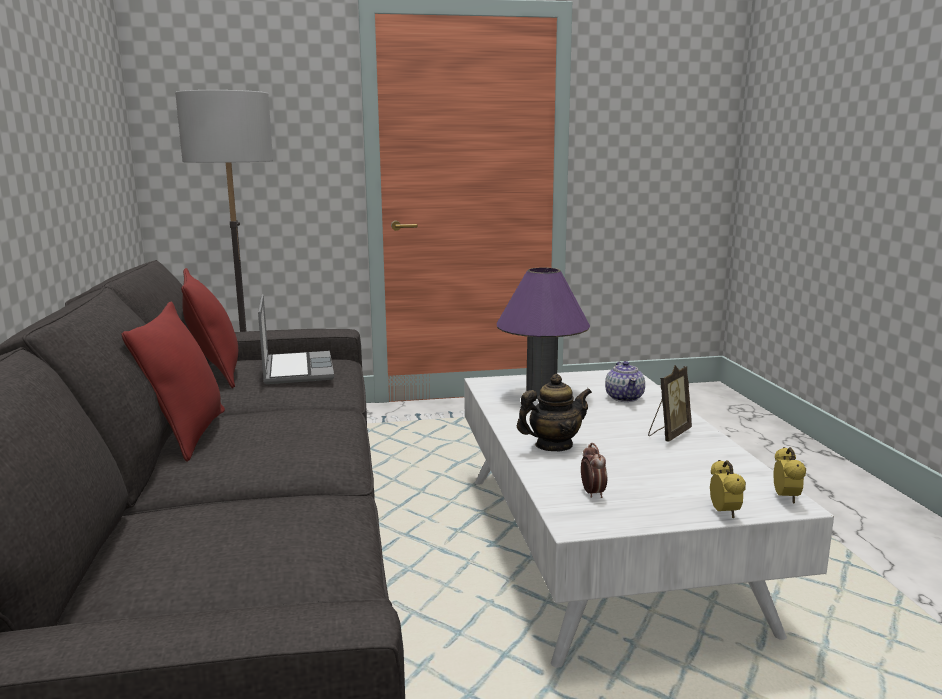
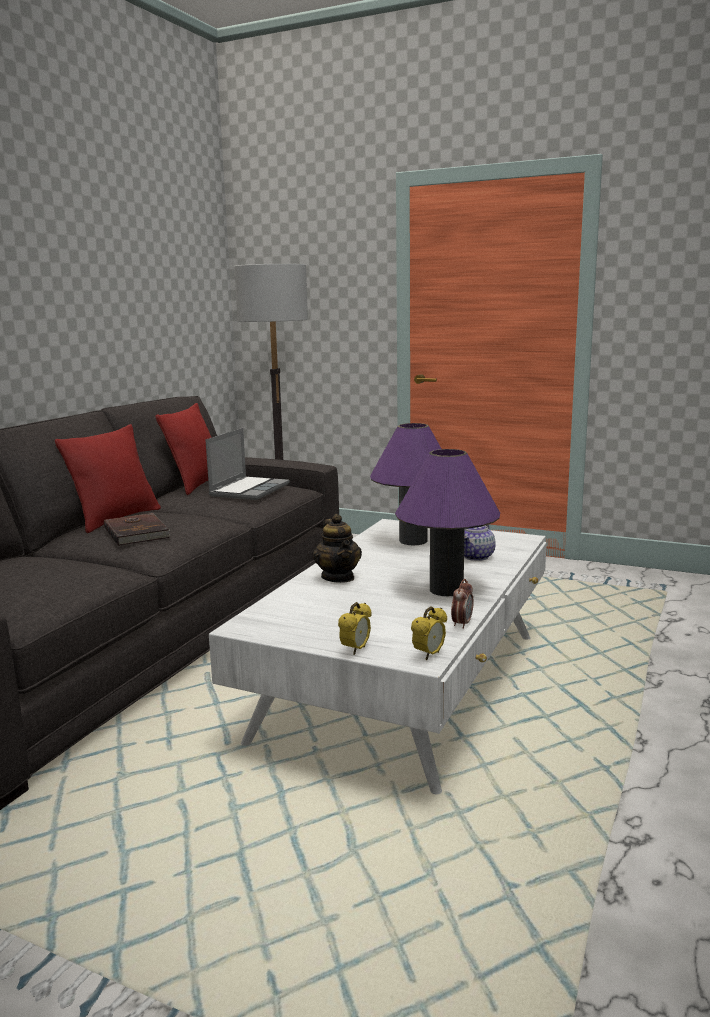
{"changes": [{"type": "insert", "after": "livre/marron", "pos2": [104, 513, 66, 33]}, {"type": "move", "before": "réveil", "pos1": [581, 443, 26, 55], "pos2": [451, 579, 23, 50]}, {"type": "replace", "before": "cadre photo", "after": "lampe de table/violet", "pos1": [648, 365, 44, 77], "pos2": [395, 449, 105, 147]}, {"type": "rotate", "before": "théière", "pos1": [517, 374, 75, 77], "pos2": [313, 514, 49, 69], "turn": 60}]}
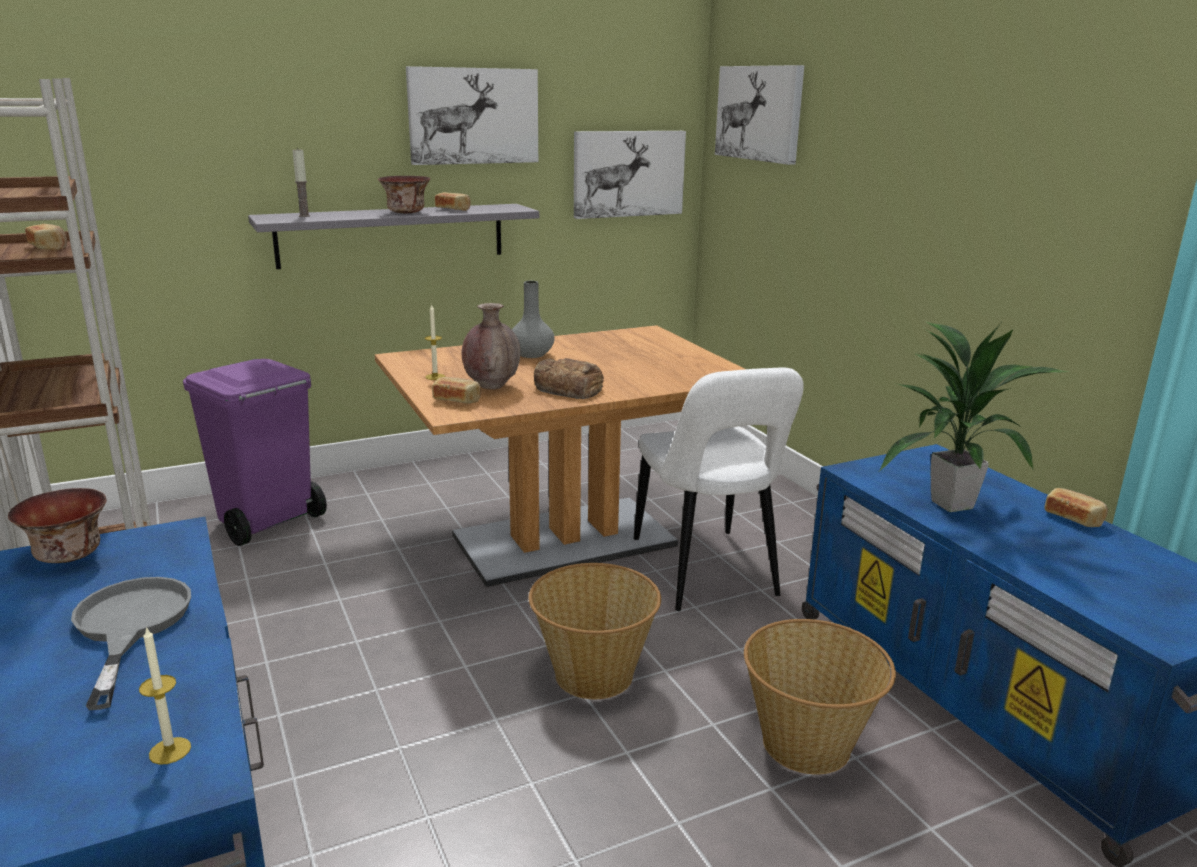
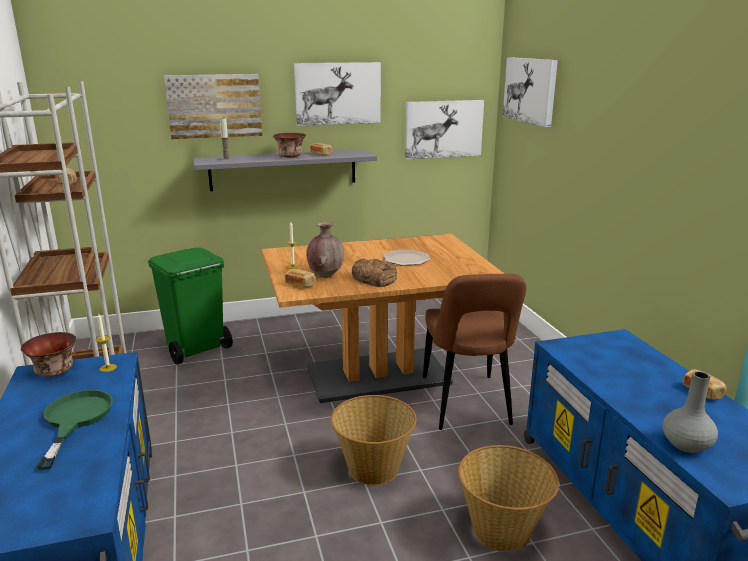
{"changes": [{"type": "delete", "before": "plante en pot", "pos1": [879, 320, 190, 192]}, {"type": "insert", "after": "tableau", "pos2": [164, 74, 98, 65]}, {"type": "insert", "after": "assiette", "pos2": [383, 250, 48, 16]}, {"type": "move", "before": "bougie", "pos1": [139, 626, 52, 139], "pos2": [96, 314, 21, 58]}, {"type": "move", "before": "vase/gris", "pos1": [512, 281, 43, 77], "pos2": [663, 371, 55, 82]}, {"type": "recolor", "before": "poêle/gris", "after": "poêle/vert", "pos1": [71, 577, 120, 133], "pos2": [37, 390, 76, 80]}, {"type": "recolor", "before": "poubelle/violet", "after": "poubelle/vert", "pos1": [183, 359, 144, 187], "pos2": [148, 248, 85, 117]}, {"type": "recolor", "before": "chaise/blanc", "after": "chaise/marron", "pos1": [634, 367, 170, 244], "pos2": [423, 273, 103, 157]}]}
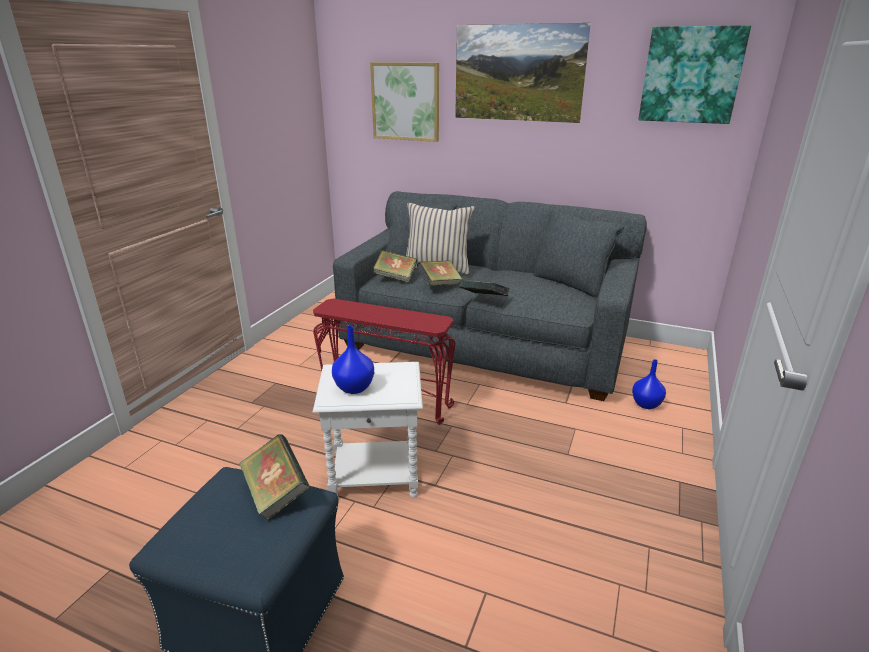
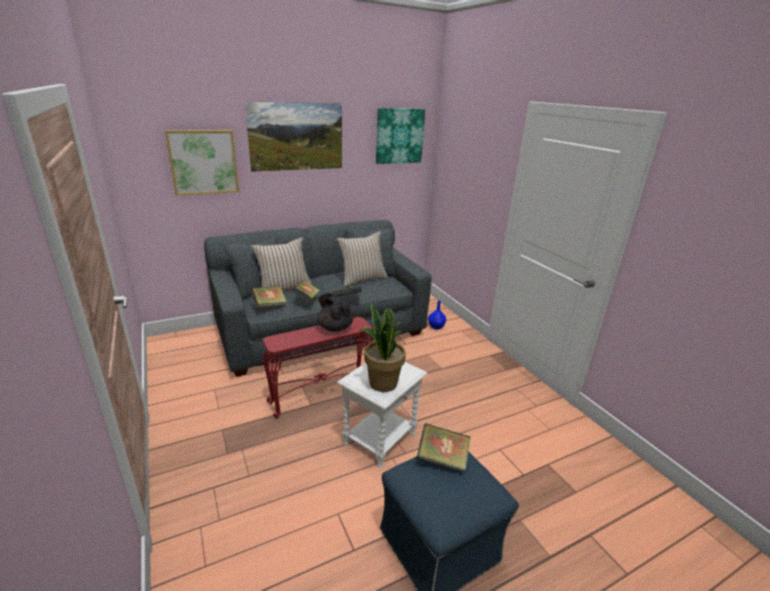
{"changes": [{"type": "insert", "after": "théière/noir", "pos2": [318, 293, 35, 39]}, {"type": "insert", "after": "coussin/beige", "pos2": [337, 231, 51, 56]}, {"type": "replace", "before": "vase/bleu", "after": "plante en pot", "pos1": [332, 326, 42, 68], "pos2": [360, 304, 46, 88]}]}
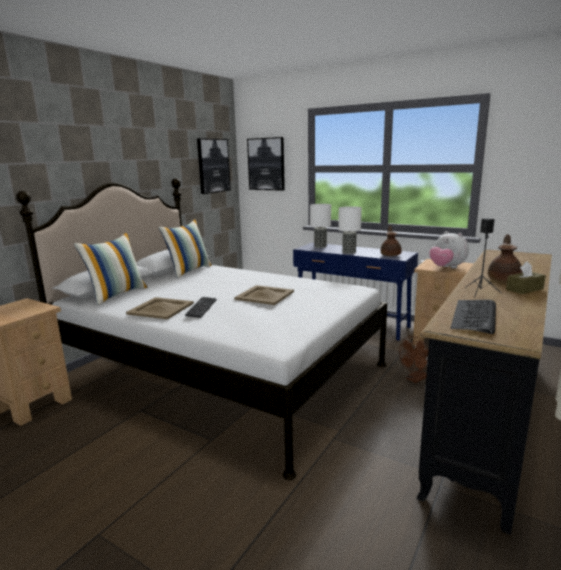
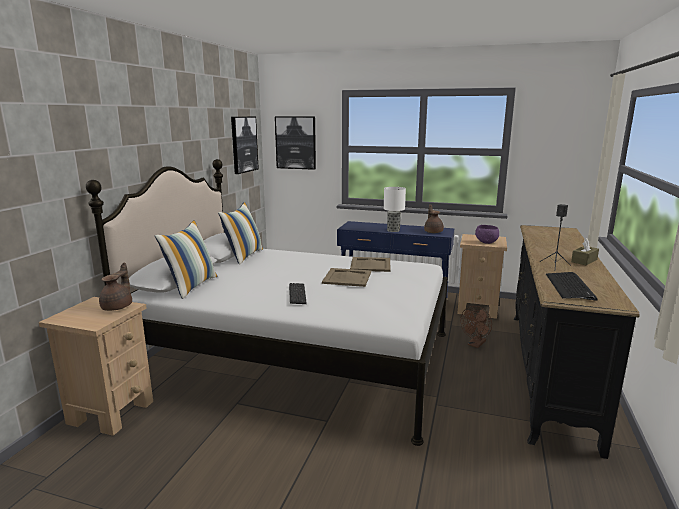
{"changes": [{"type": "delete", "before": "lampe de table", "pos1": [310, 204, 21, 44]}, {"type": "move", "before": "plateau/beige", "pos1": [126, 297, 68, 22], "pos2": [350, 257, 41, 15]}, {"type": "move", "before": "théière/marron", "pos1": [488, 234, 35, 48], "pos2": [99, 263, 33, 48]}, {"type": "replace", "before": "peluche", "after": "bol/violet", "pos1": [429, 231, 40, 38], "pos2": [475, 225, 24, 19]}]}
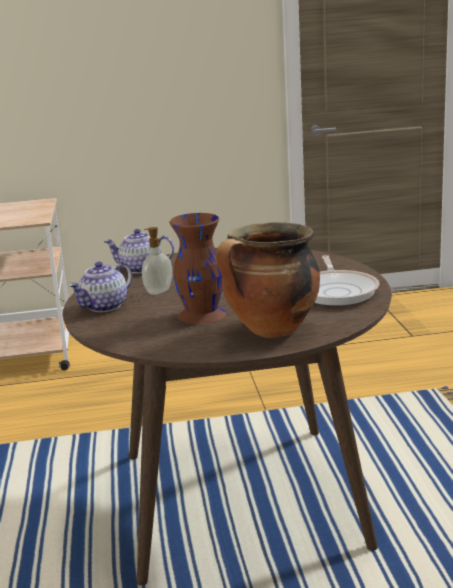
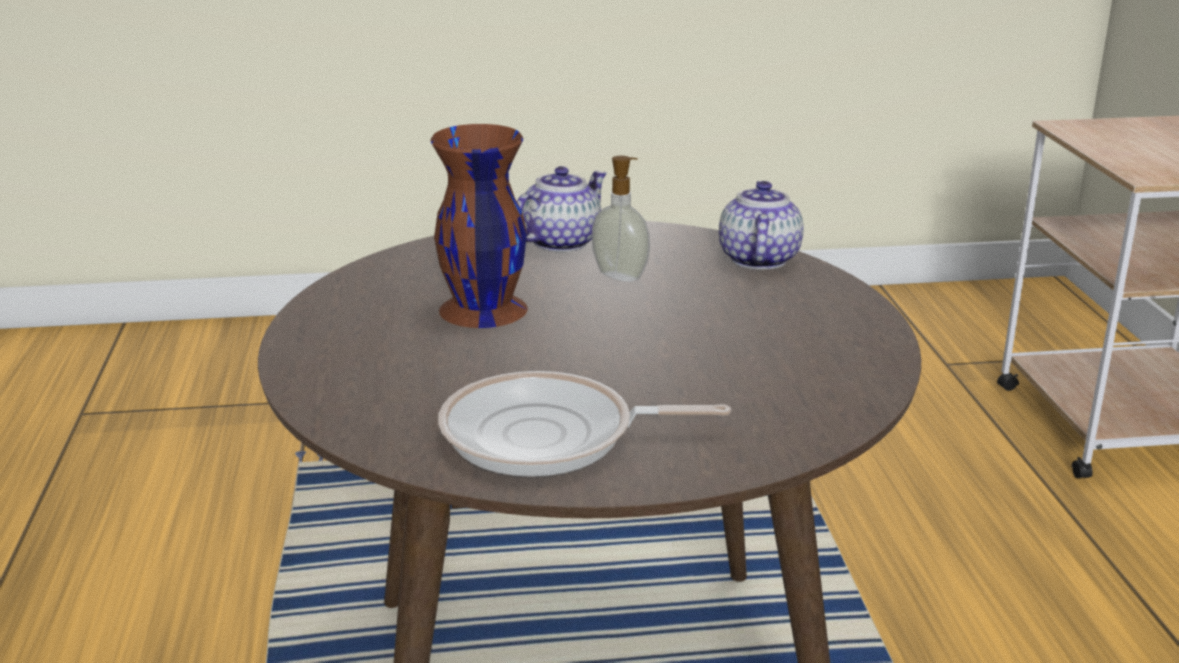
{"changes": [{"type": "delete", "before": "marmite", "pos1": [216, 222, 104, 115]}, {"type": "rotate", "before": "théière", "pos1": [68, 262, 64, 50], "pos2": [517, 166, 90, 86], "turn": 90}]}
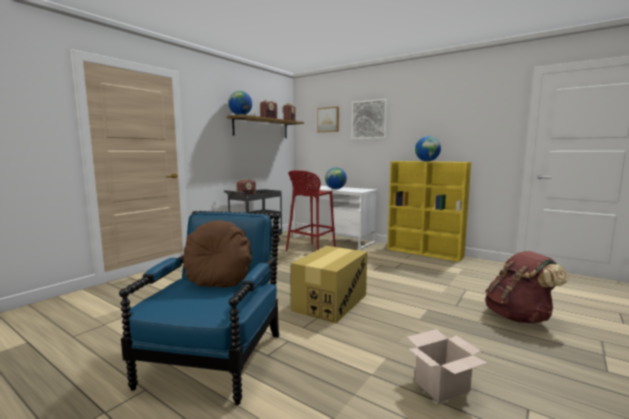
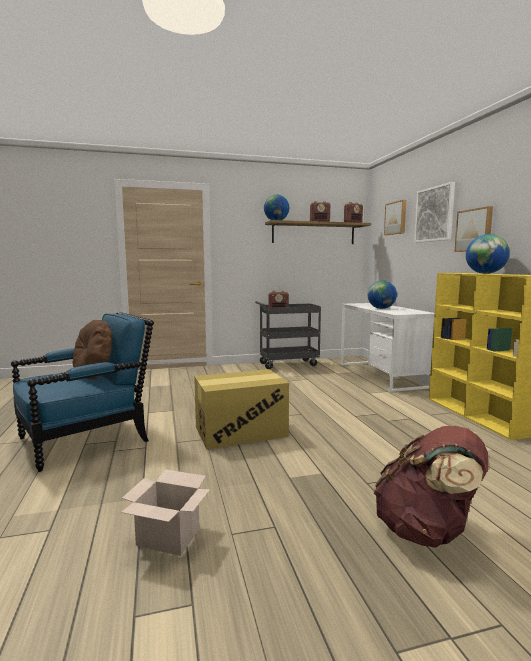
{"changes": [{"type": "delete", "before": "tabouret/rouge", "pos1": [286, 170, 50, 81]}, {"type": "insert", "after": "tableau", "pos2": [454, 206, 39, 46]}]}
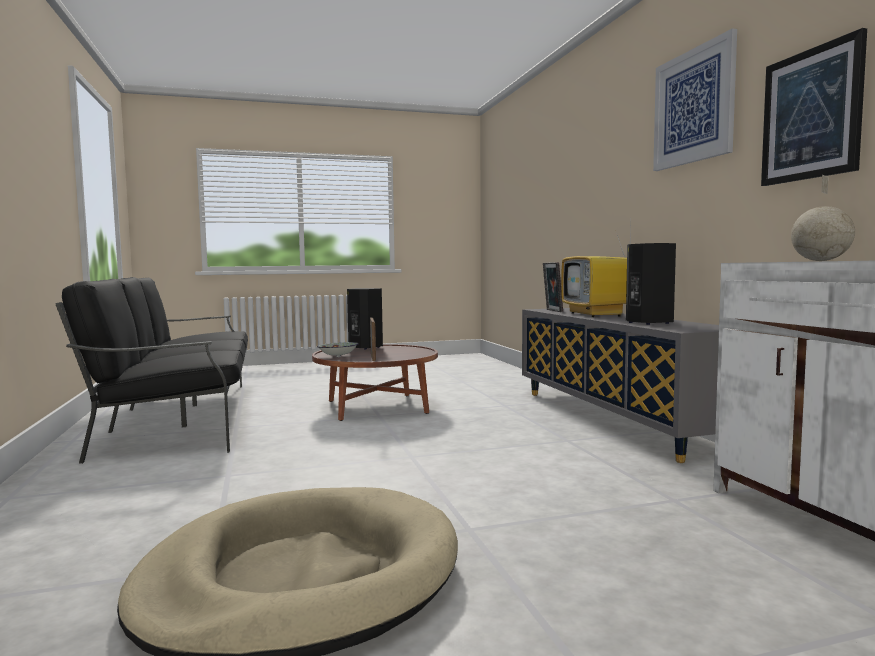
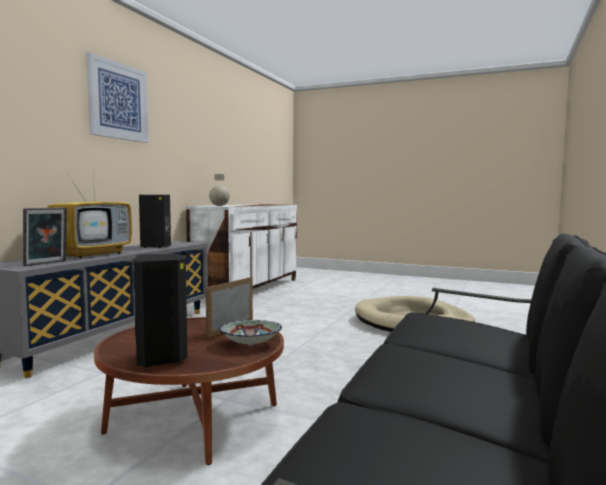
{"changes": [{"type": "delete", "before": "tableau", "pos1": [761, 28, 106, 158]}]}
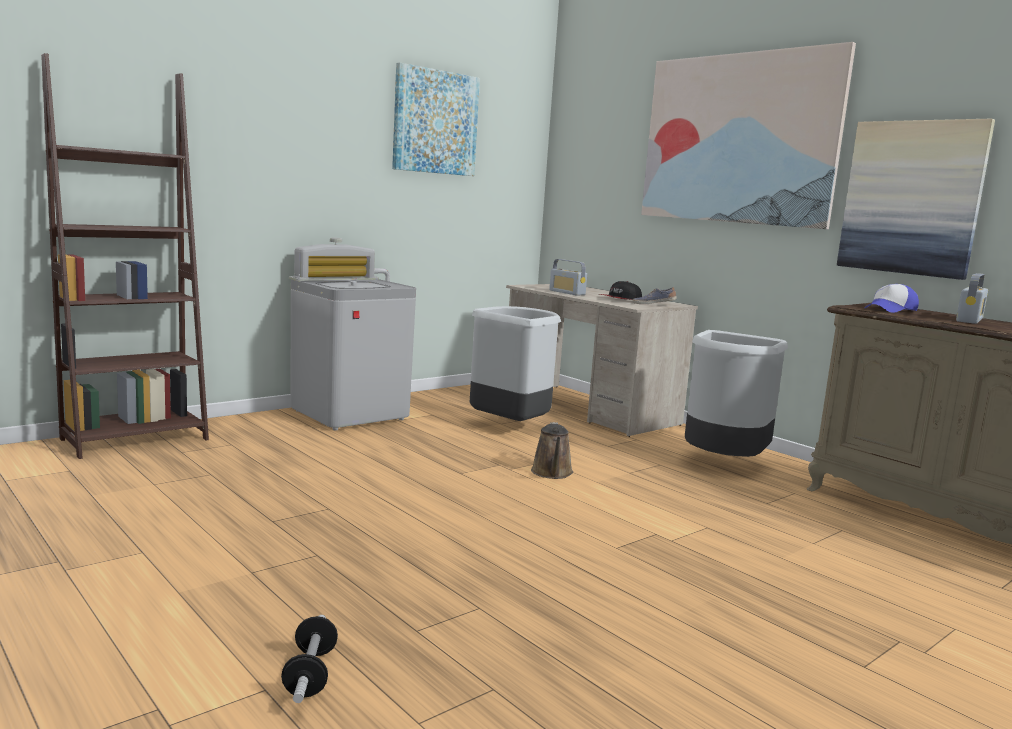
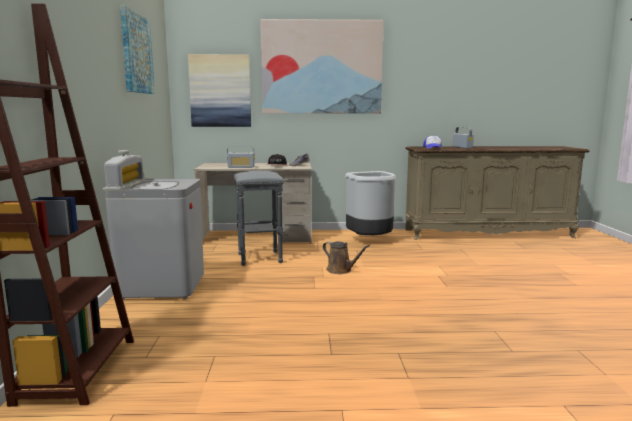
{"changes": [{"type": "delete", "before": "haltère", "pos1": [281, 615, 57, 88]}, {"type": "move", "before": "tableau", "pos1": [837, 119, 158, 161], "pos2": [188, 54, 63, 73]}, {"type": "replace", "before": "poubelle/gris", "after": "tabouret/gris", "pos1": [470, 306, 91, 115], "pos2": [234, 171, 50, 95]}]}
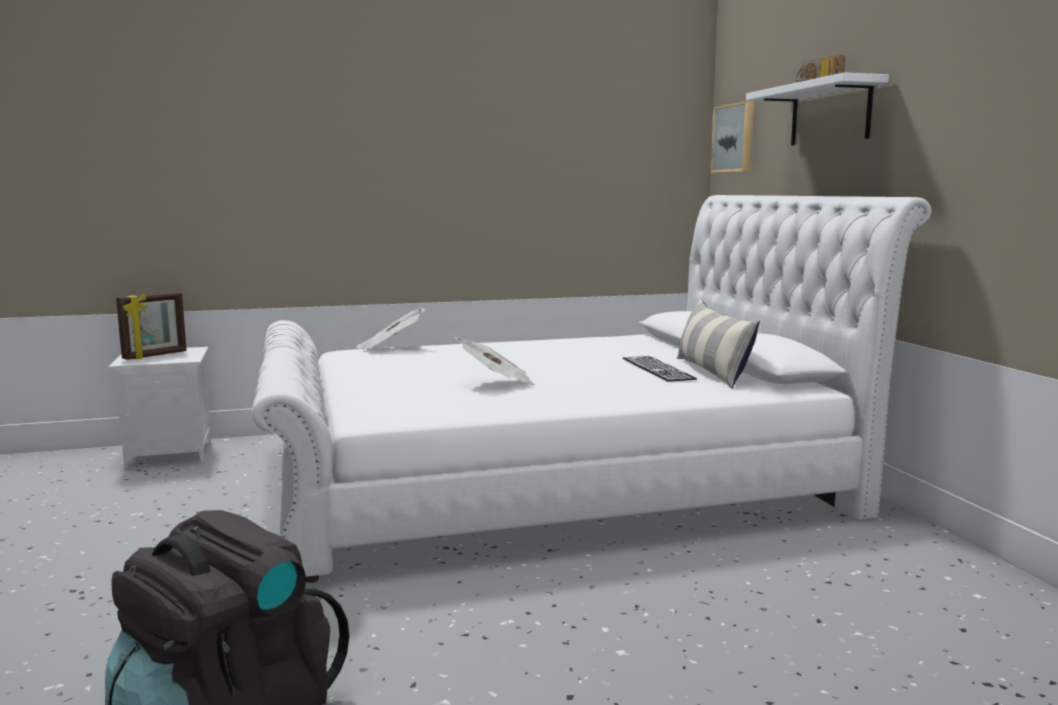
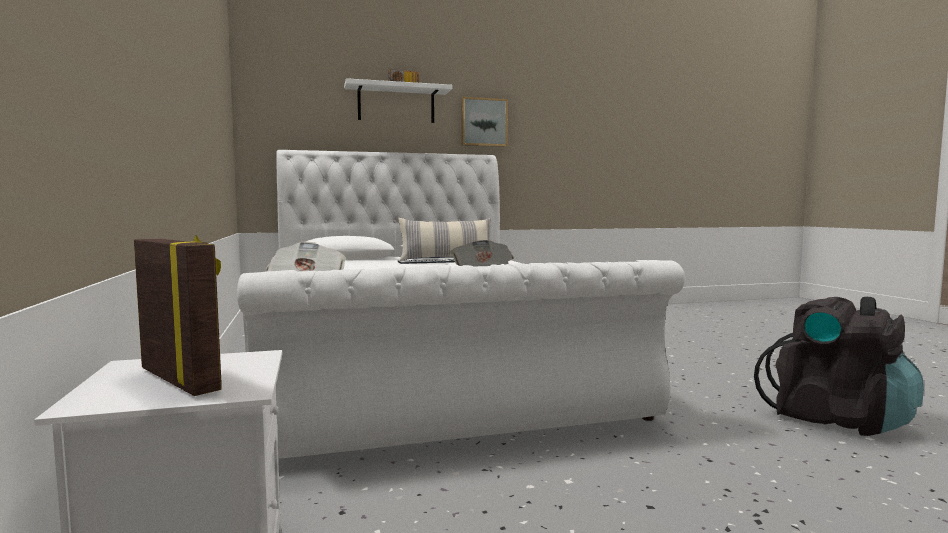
{"changes": [{"type": "move", "before": "tableau", "pos1": [711, 101, 43, 72], "pos2": [461, 97, 47, 50]}]}
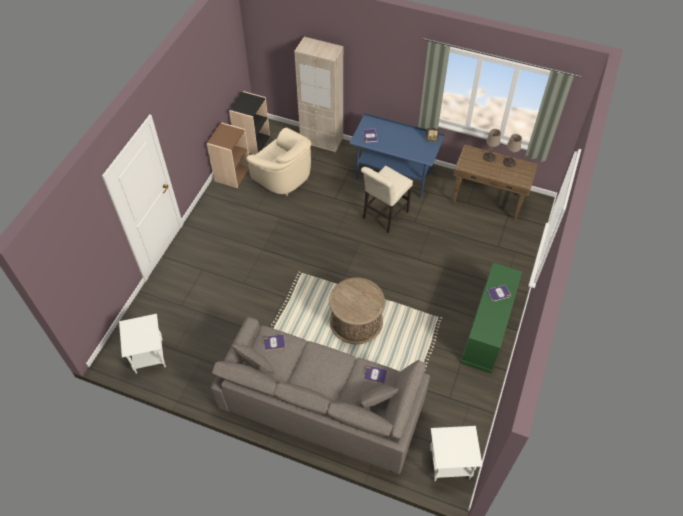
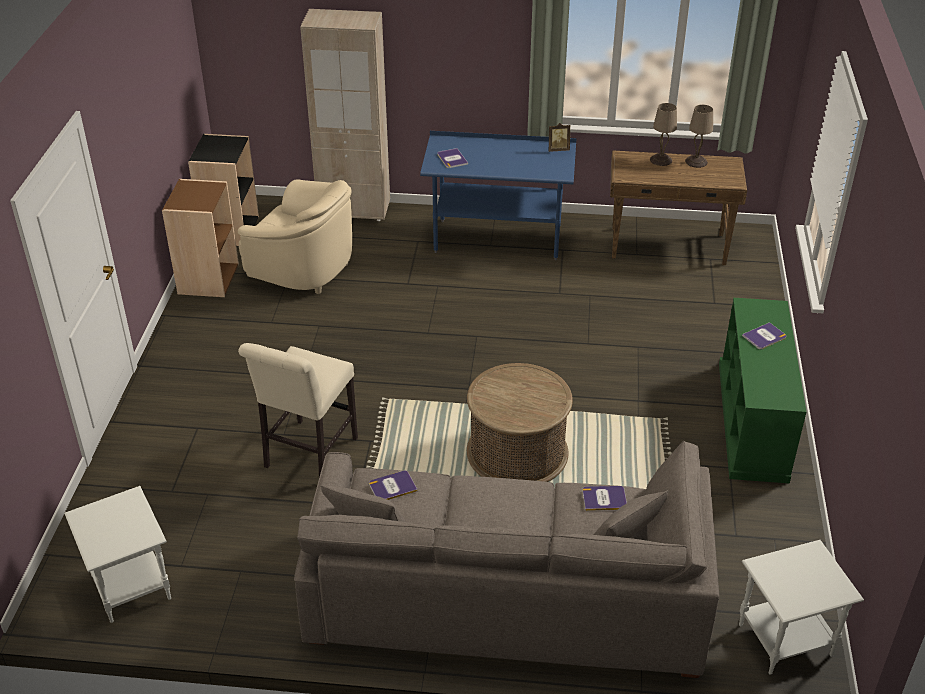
{"changes": [{"type": "move", "before": "tabouret/beige", "pos1": [361, 166, 52, 67], "pos2": [238, 343, 120, 134]}]}
